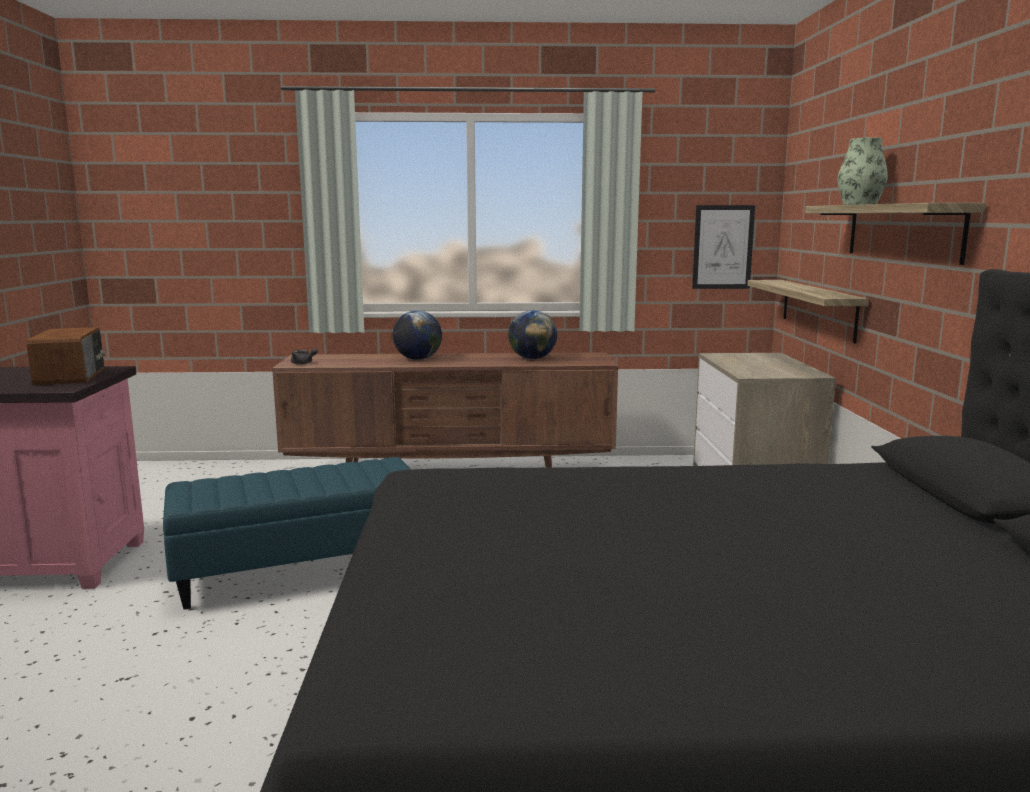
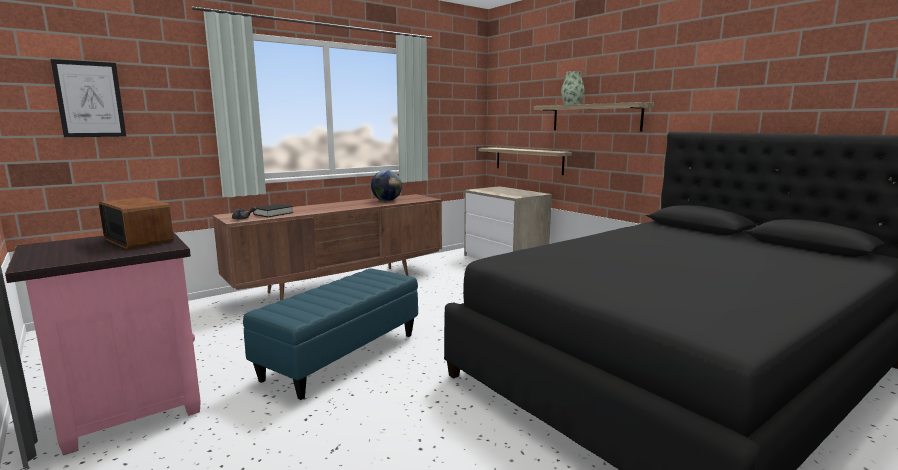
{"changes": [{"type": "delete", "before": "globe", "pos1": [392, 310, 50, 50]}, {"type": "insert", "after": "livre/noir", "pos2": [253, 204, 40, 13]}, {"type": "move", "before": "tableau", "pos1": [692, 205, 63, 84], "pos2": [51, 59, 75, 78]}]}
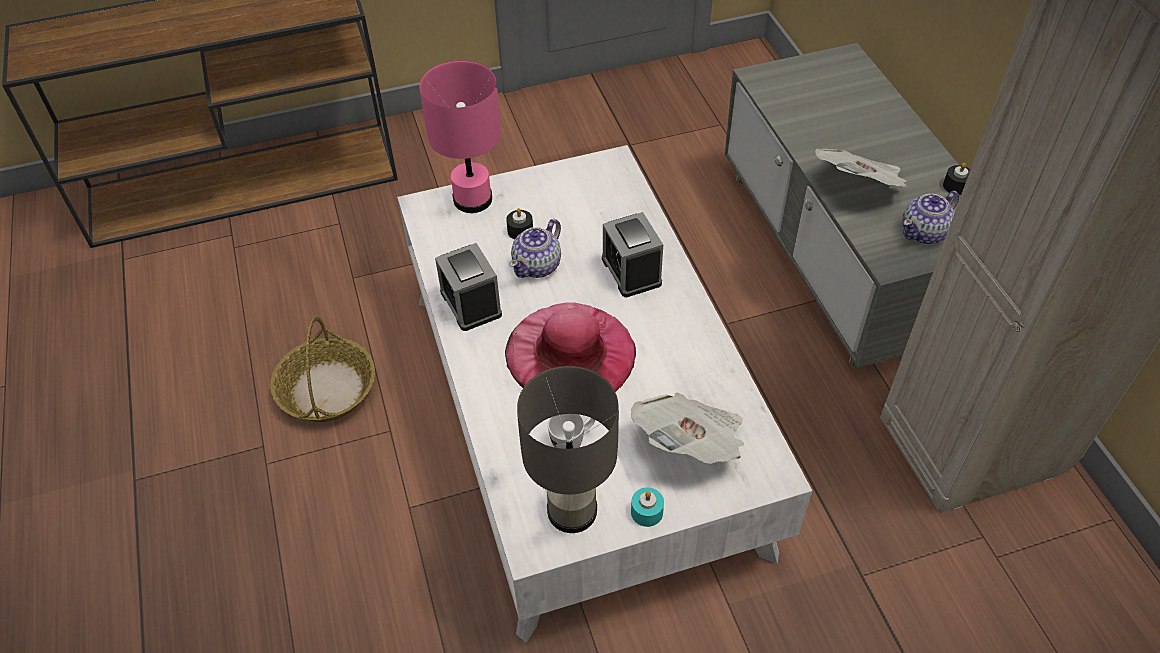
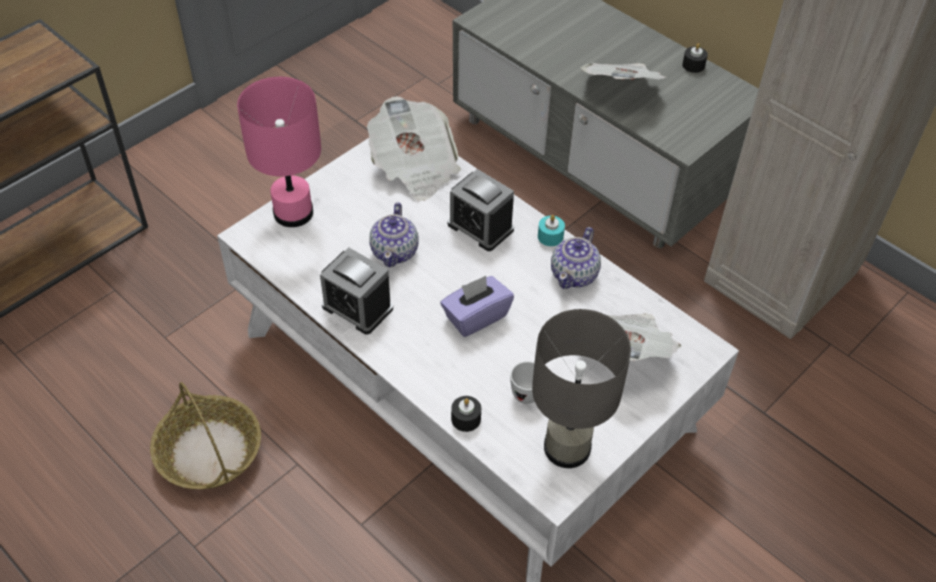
{"changes": [{"type": "insert", "after": "journal", "pos2": [367, 96, 94, 105]}, {"type": "move", "before": "bougie/noir", "pos1": [506, 208, 27, 32], "pos2": [451, 396, 30, 36]}, {"type": "move", "before": "bougie/turquoise", "pos1": [631, 487, 33, 40], "pos2": [538, 215, 27, 31]}, {"type": "move", "before": "théière", "pos1": [903, 191, 56, 53], "pos2": [551, 227, 50, 62]}, {"type": "replace", "before": "chapeau/rose", "after": "boîte à mouchoirs/violet", "pos1": [505, 302, 131, 90], "pos2": [440, 276, 74, 61]}]}
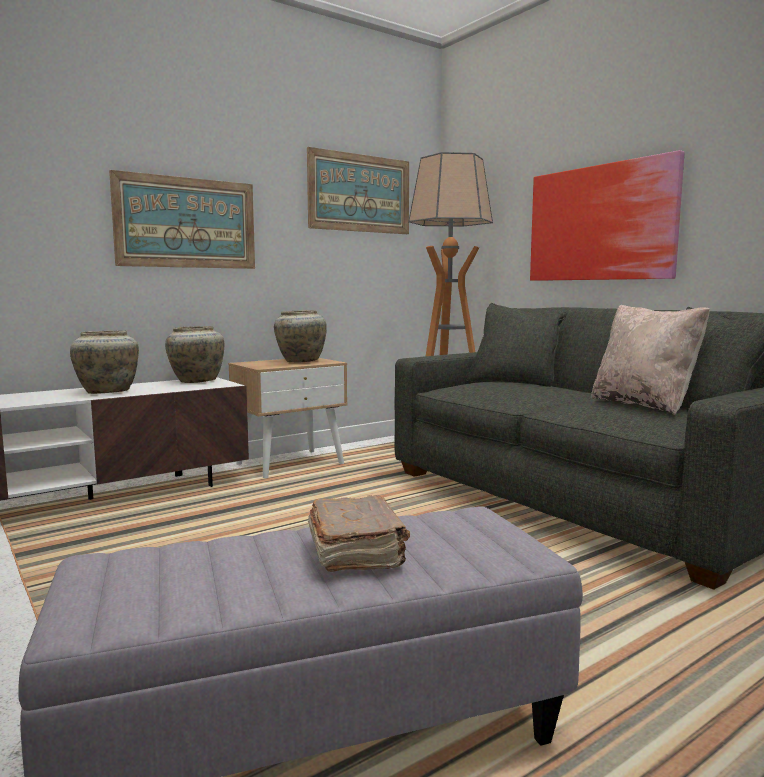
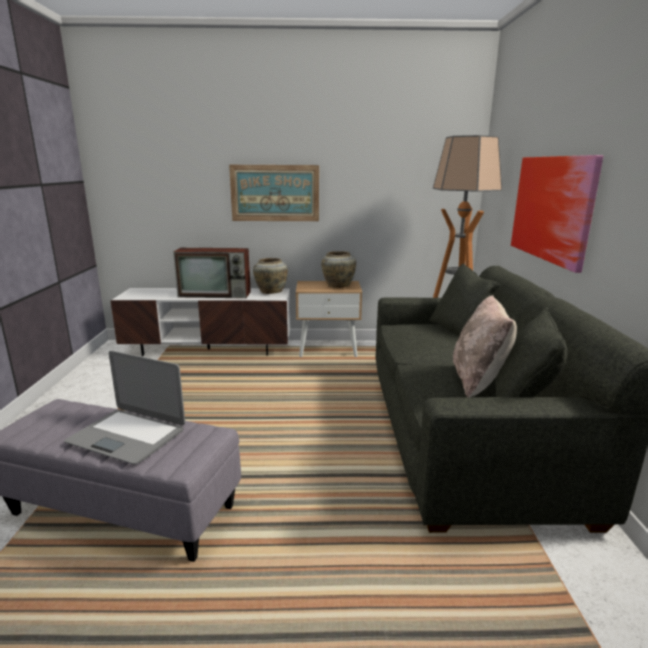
{"changes": [{"type": "delete", "before": "tableau", "pos1": [307, 147, 102, 87]}, {"type": "replace", "before": "vase/beige", "after": "téléviseur", "pos1": [70, 331, 69, 63], "pos2": [173, 248, 78, 50]}, {"type": "replace", "before": "livre/marron", "after": "ordinateur portable", "pos1": [308, 495, 102, 77], "pos2": [64, 351, 121, 114]}]}
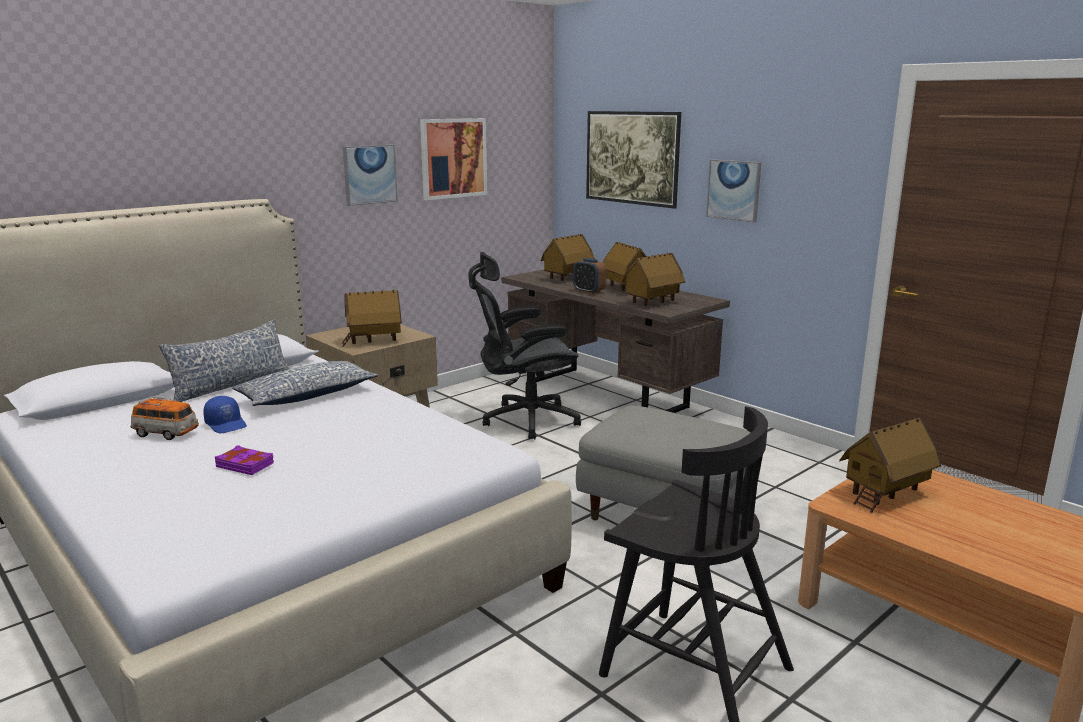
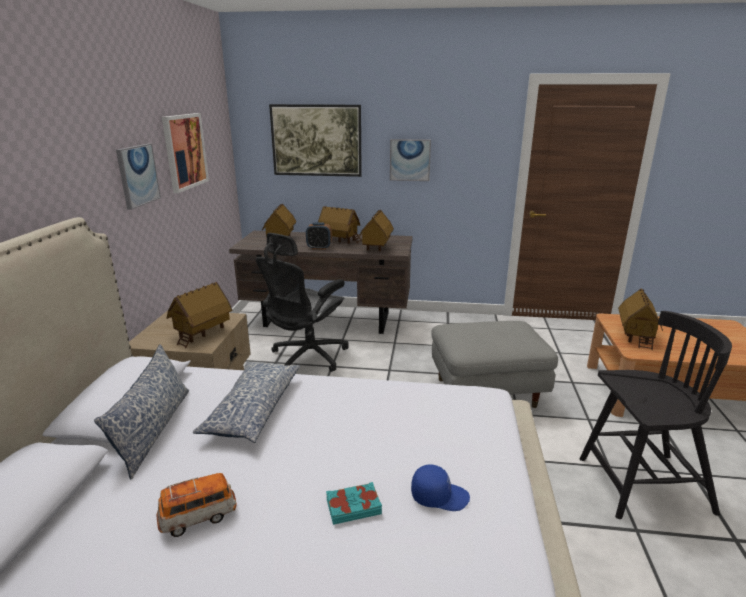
{"changes": [{"type": "move", "before": "casquette/bleu", "pos1": [203, 396, 44, 37], "pos2": [411, 464, 59, 47]}, {"type": "recolor", "before": "livre/violet", "after": "livre/turquoise", "pos1": [215, 445, 59, 30], "pos2": [326, 482, 56, 43]}]}
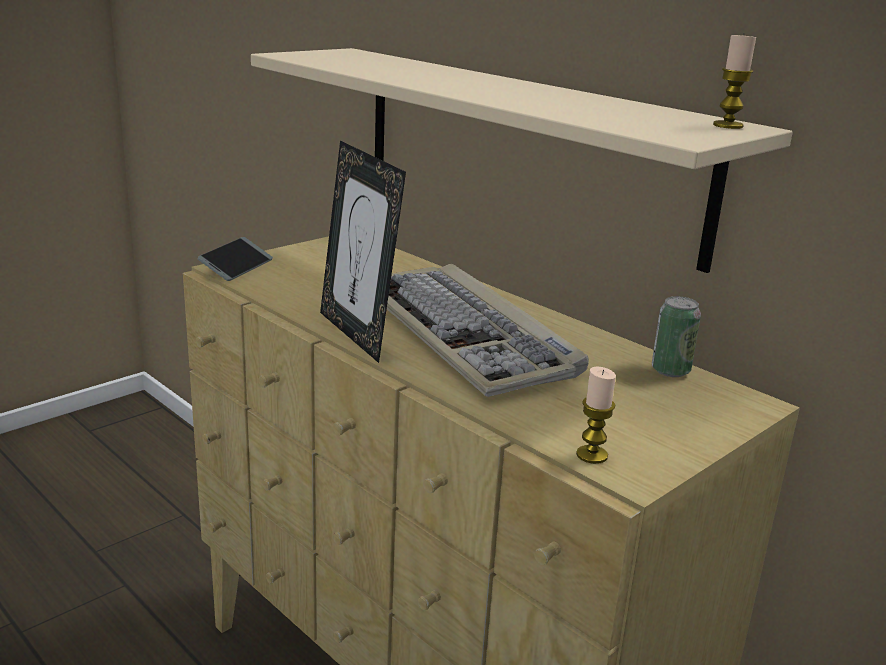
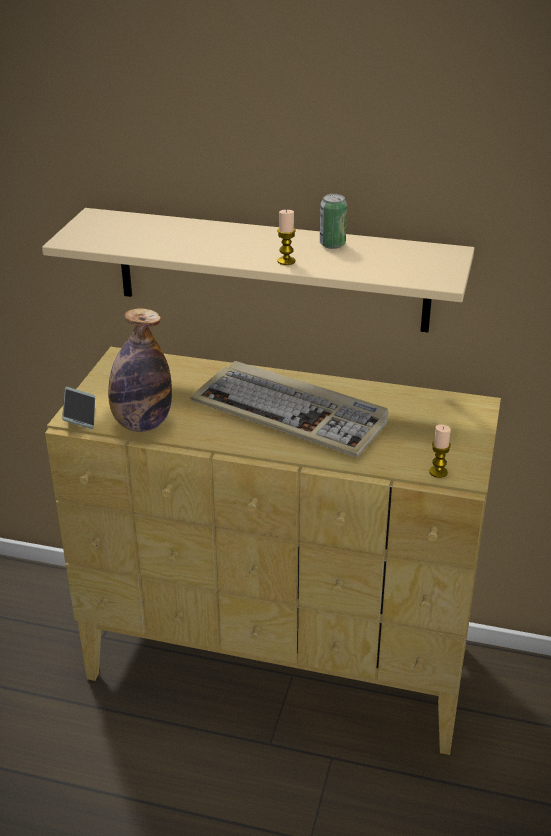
{"changes": [{"type": "delete", "before": "cadre photo", "pos1": [320, 141, 86, 222]}, {"type": "insert", "after": "bouteille", "pos2": [108, 308, 64, 124]}, {"type": "move", "before": "boîte métallique", "pos1": [652, 296, 49, 81], "pos2": [320, 194, 27, 55]}, {"type": "move", "before": "bougie", "pos1": [713, 34, 43, 95], "pos2": [277, 210, 19, 55]}]}
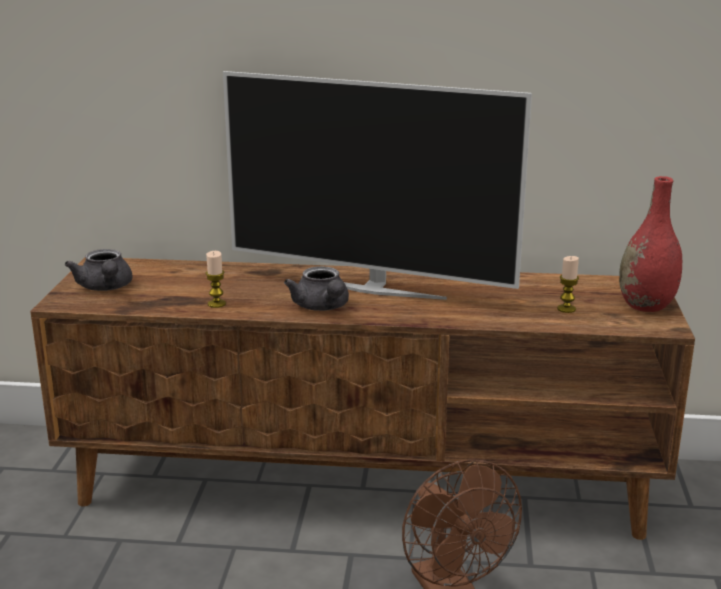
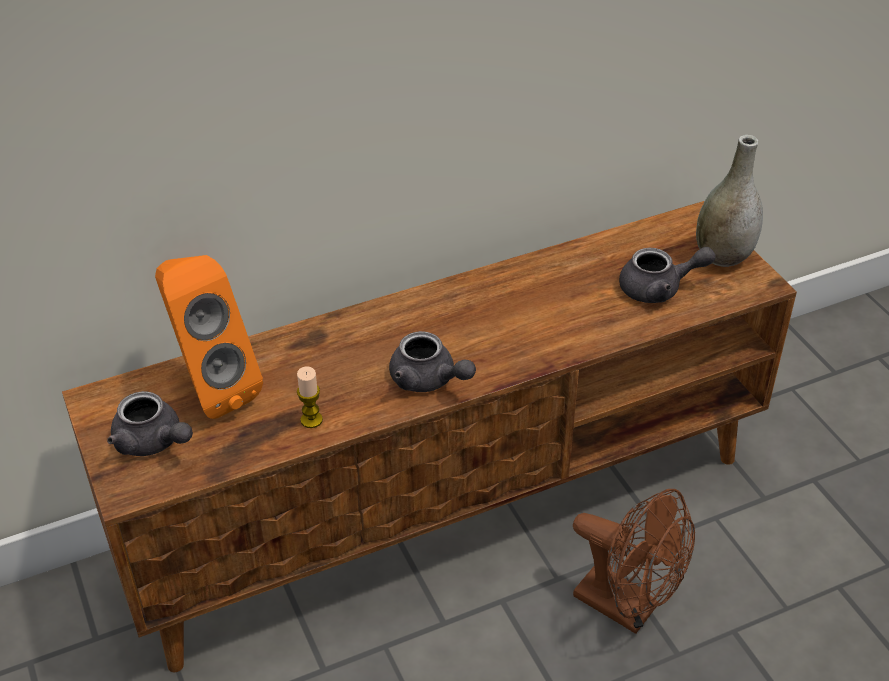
{"changes": [{"type": "delete", "before": "téléviseur", "pos1": [223, 71, 309, 229]}, {"type": "insert", "after": "enceinte/orange", "pos2": [155, 255, 108, 164]}, {"type": "replace", "before": "bougie", "after": "théière/gris", "pos1": [557, 256, 22, 57], "pos2": [619, 247, 97, 56]}, {"type": "recolor", "before": "vase/rouge", "after": "vase/gris", "pos1": [619, 176, 63, 136], "pos2": [696, 135, 67, 132]}]}
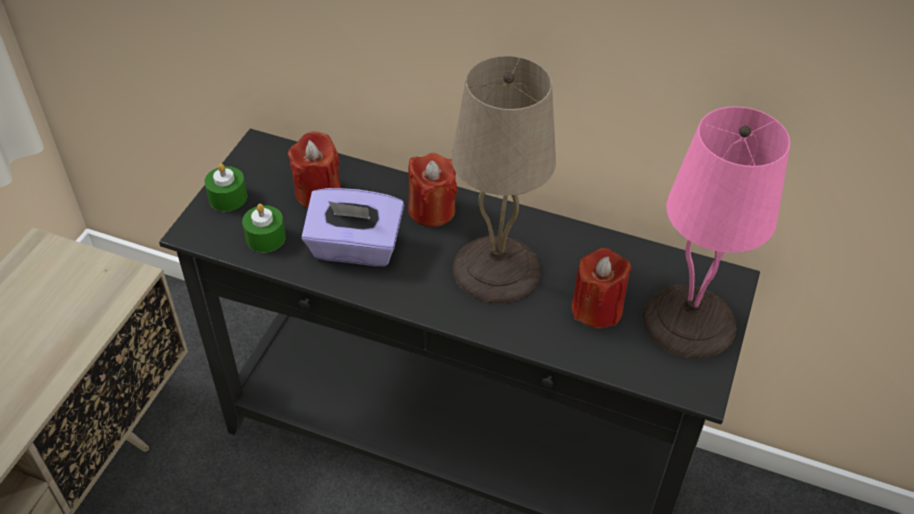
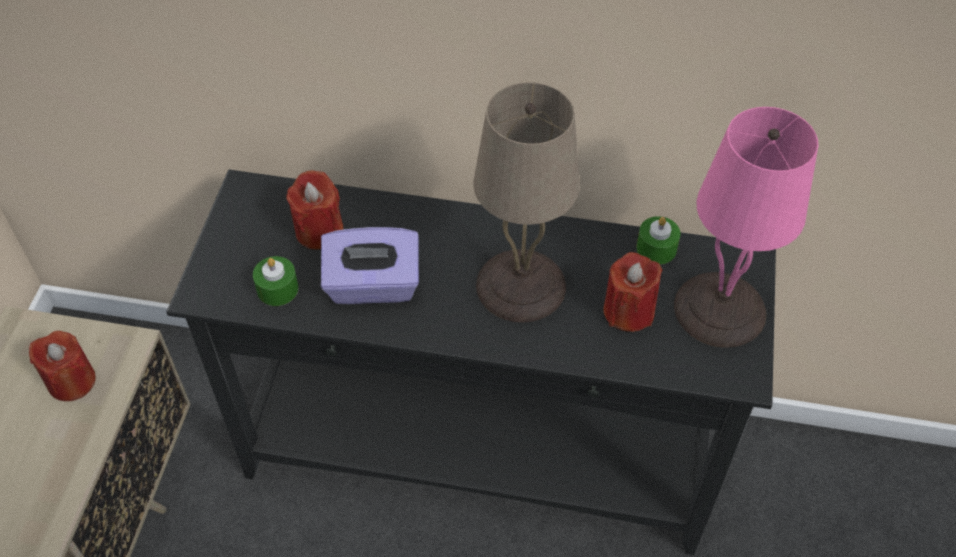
{"changes": [{"type": "move", "before": "bougie/vert", "pos1": [204, 164, 43, 47], "pos2": [636, 216, 45, 49]}, {"type": "move", "before": "bougie/rouge", "pos1": [408, 153, 50, 74], "pos2": [29, 331, 67, 70]}]}
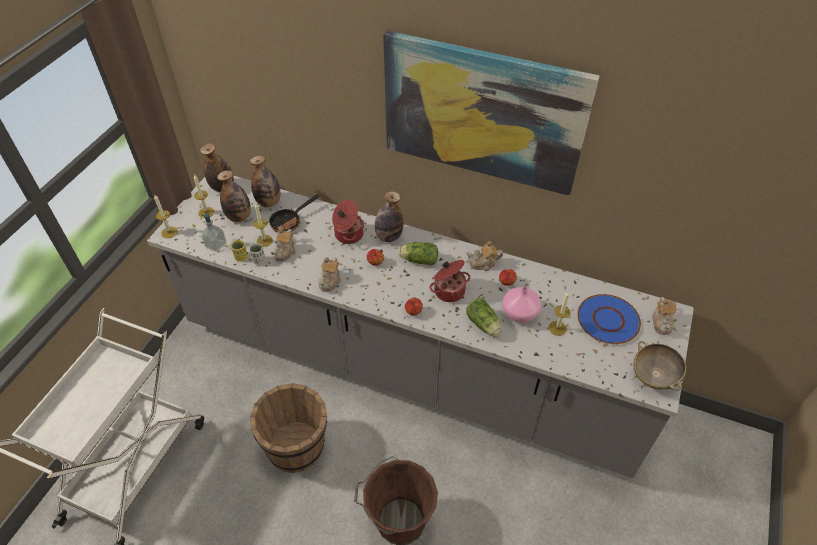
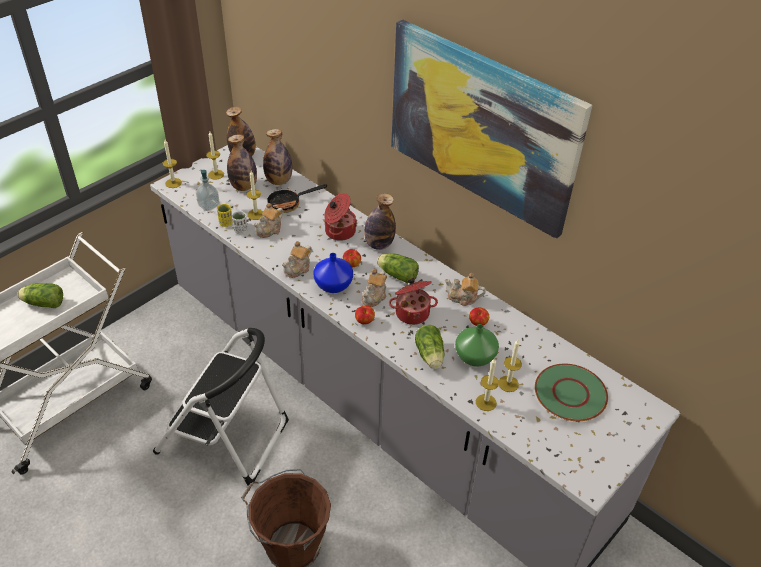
{"changes": [{"type": "delete", "before": "bol/beige", "pos1": [633, 341, 53, 50]}, {"type": "insert", "after": "laitue", "pos2": [17, 283, 46, 25]}, {"type": "insert", "after": "vase/bleu", "pos2": [314, 253, 39, 40]}, {"type": "insert", "after": "bougie", "pos2": [476, 358, 23, 53]}, {"type": "move", "before": "théière", "pos1": [652, 297, 24, 38], "pos2": [362, 269, 25, 38]}, {"type": "replace", "before": "seau/marron", "after": "escabeau", "pos1": [250, 383, 77, 90], "pos2": [153, 328, 136, 158]}, {"type": "recolor", "before": "vase/rose", "after": "vase/vert", "pos1": [502, 286, 39, 37], "pos2": [455, 324, 44, 43]}, {"type": "recolor", "before": "assiette/bleu", "after": "assiette/vert", "pos1": [577, 294, 64, 50], "pos2": [535, 364, 73, 57]}]}
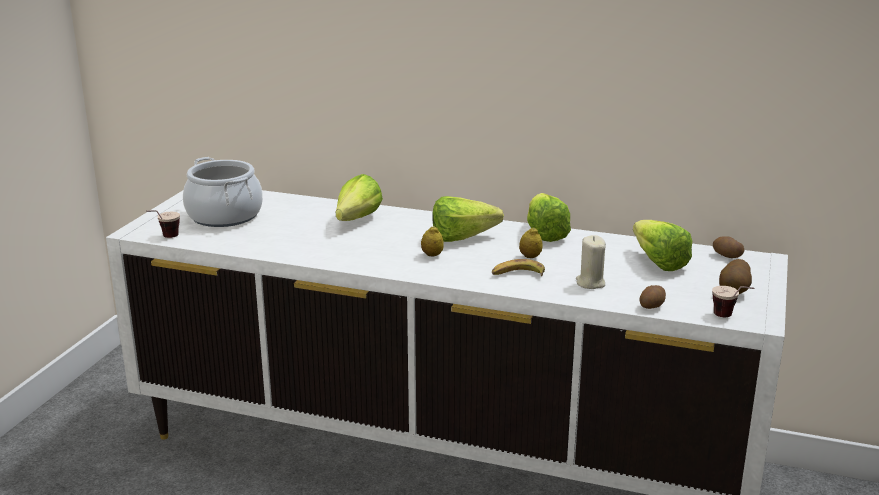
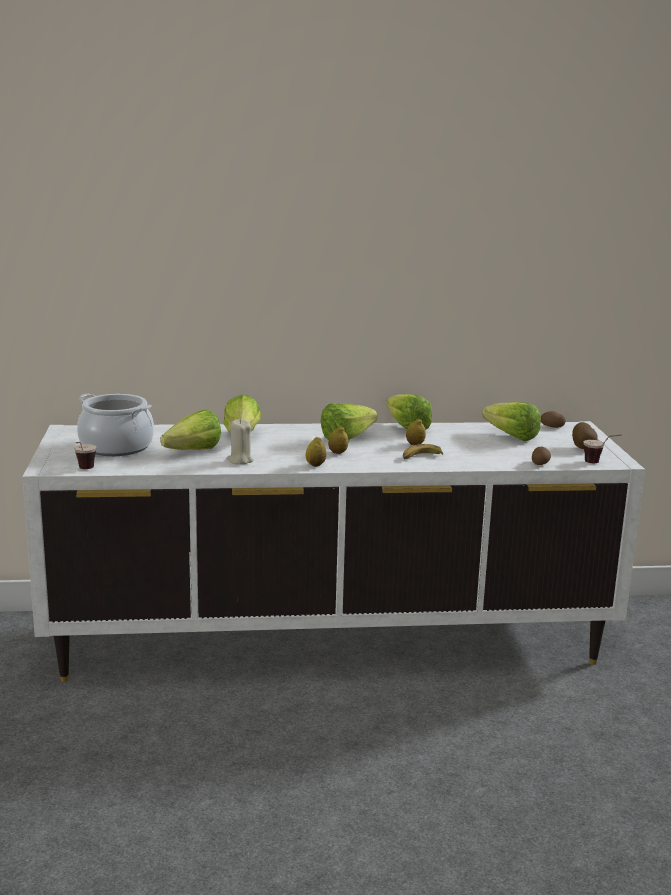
{"changes": [{"type": "insert", "after": "laitue", "pos2": [161, 409, 60, 41]}, {"type": "insert", "after": "citron", "pos2": [306, 437, 20, 30]}, {"type": "move", "before": "bougie/beige", "pos1": [576, 235, 30, 54], "pos2": [227, 419, 26, 45]}]}
